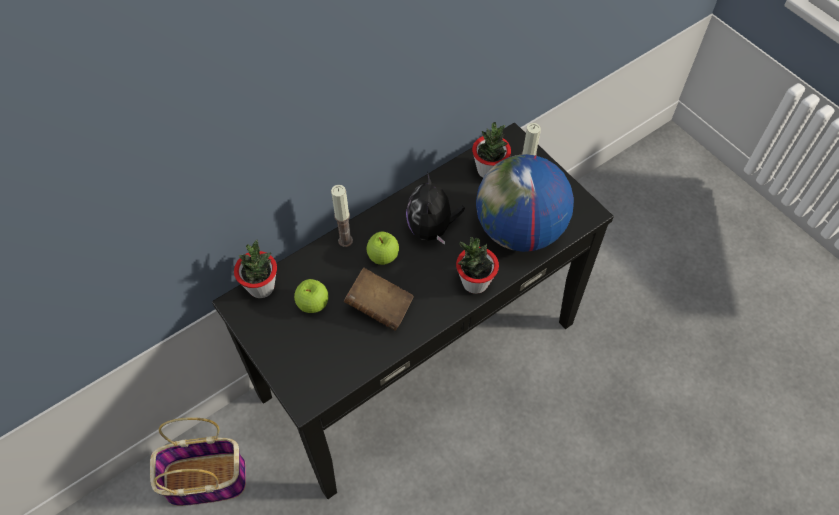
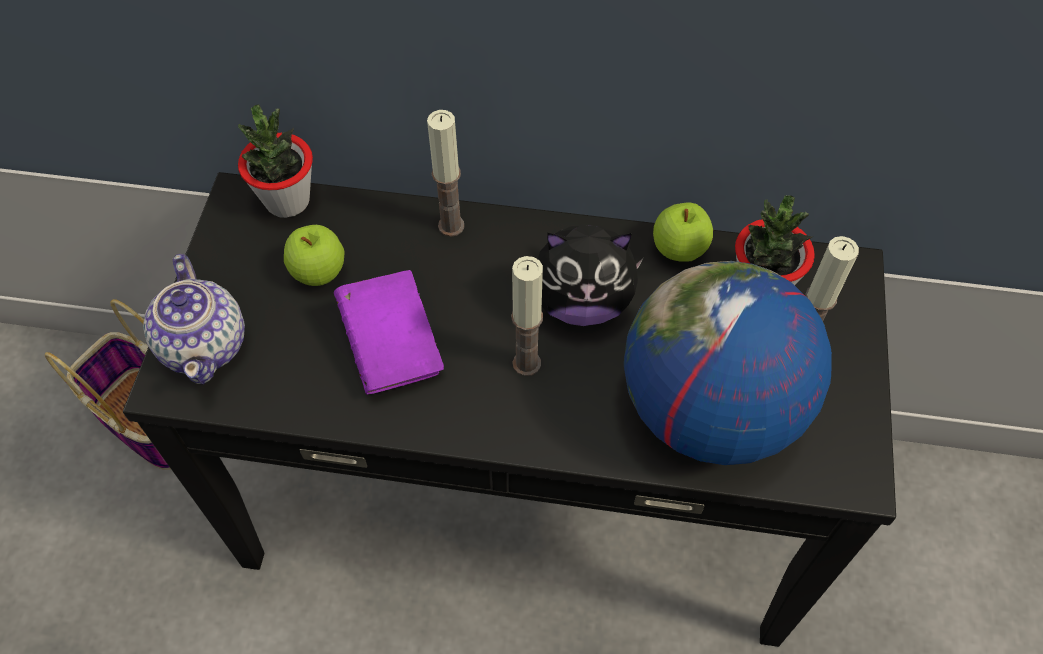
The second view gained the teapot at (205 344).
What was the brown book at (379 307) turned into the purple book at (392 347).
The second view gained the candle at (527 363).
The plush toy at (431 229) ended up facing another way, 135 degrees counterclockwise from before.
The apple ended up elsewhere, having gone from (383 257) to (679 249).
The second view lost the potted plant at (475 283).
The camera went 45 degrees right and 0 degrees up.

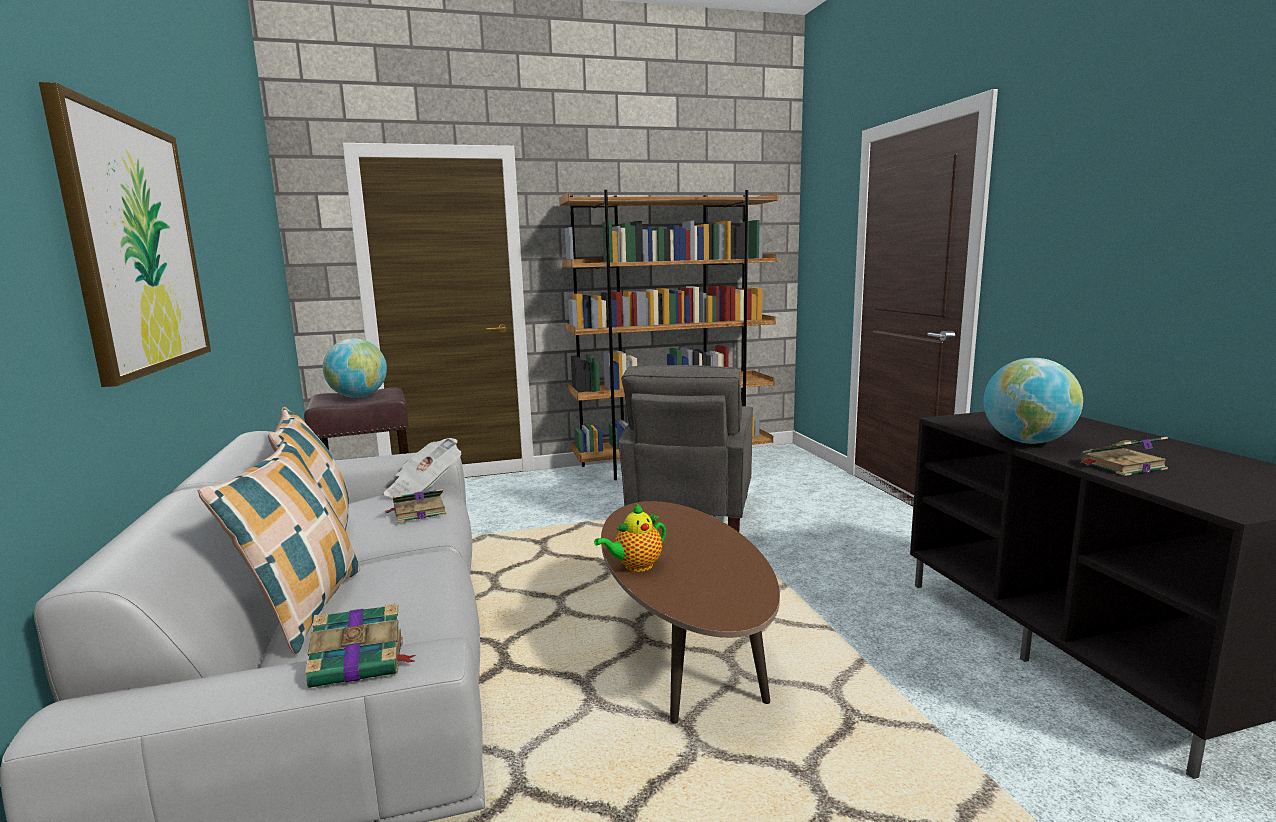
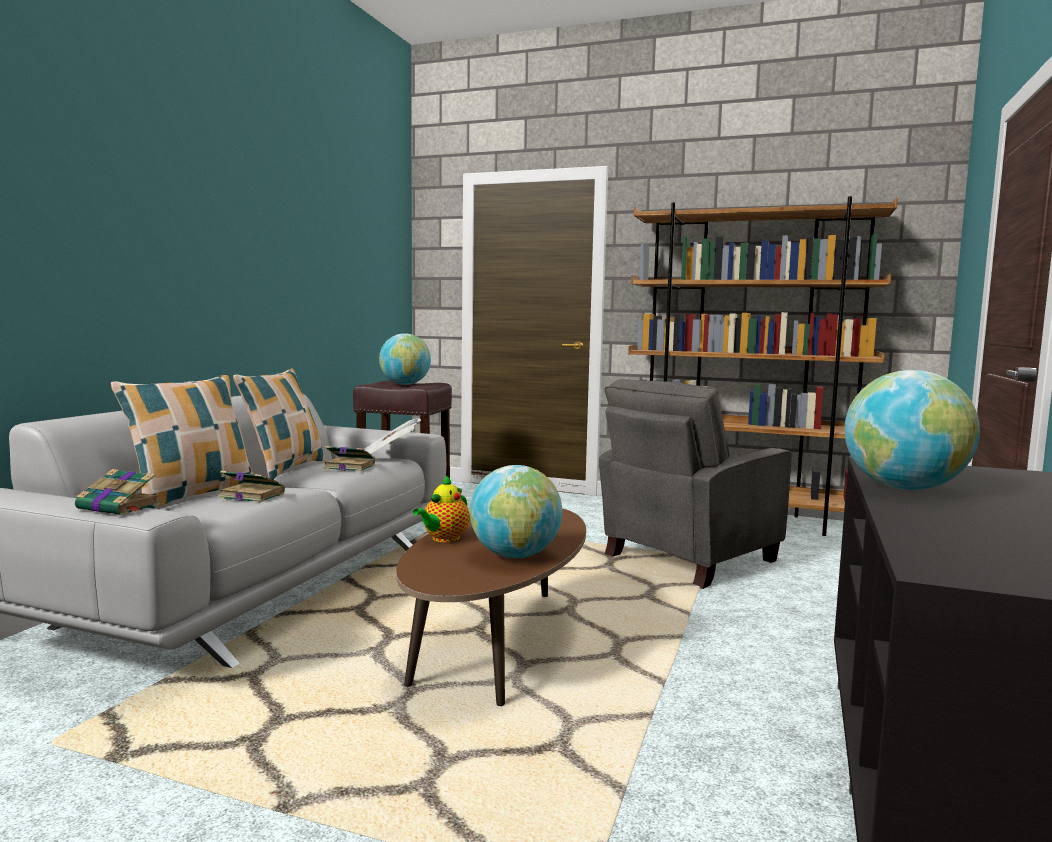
The book ended up elsewhere, having gone from (1121 466) to (251 495).
The teapot at (635 566) ended up facing another way, 60 degrees counterclockwise from before.
The second view gained the globe at (515 555).
The second view lost the picture at (136 245).
The camera went 35 degrees right and 5 degrees down.

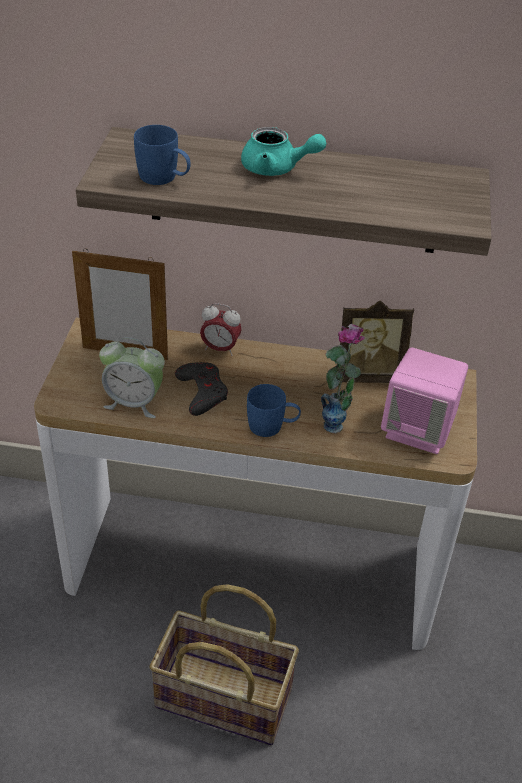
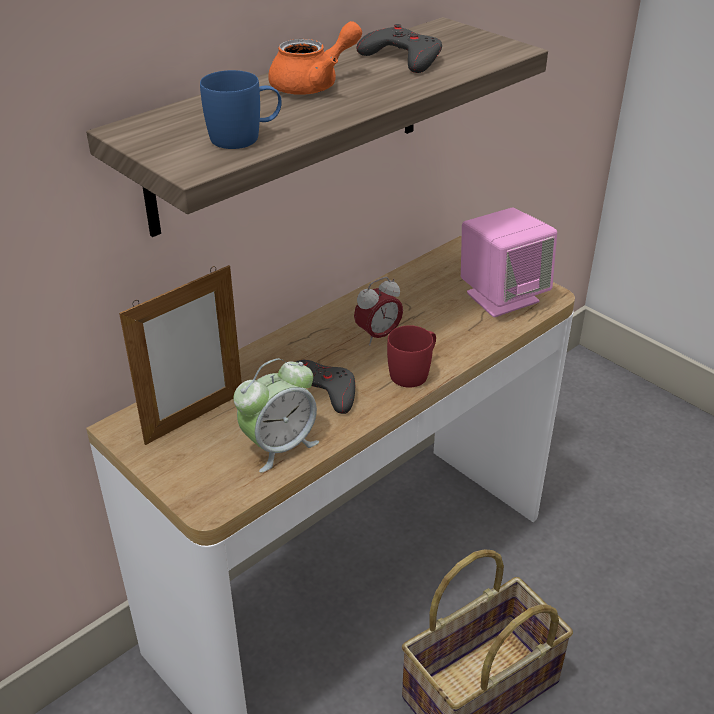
What was the turquoise teapot at (277 169) turned into the orange teapot at (314 85).
The alarm clock ended up elsewhere, having gone from (220 349) to (378 336).
The second view gained the grey game controller at (402 58).
What was the blue mug at (272 426) turned into the red mug at (414 372).
The second view lost the vase at (337 418).
The second view lost the picture frame at (368 375).
The camera went 50 degrees left and 5 degrees down.

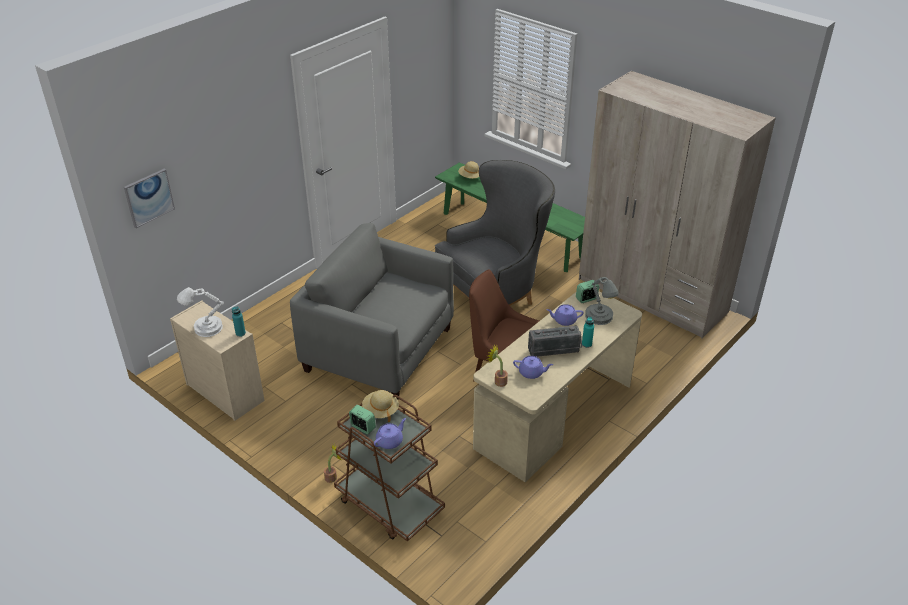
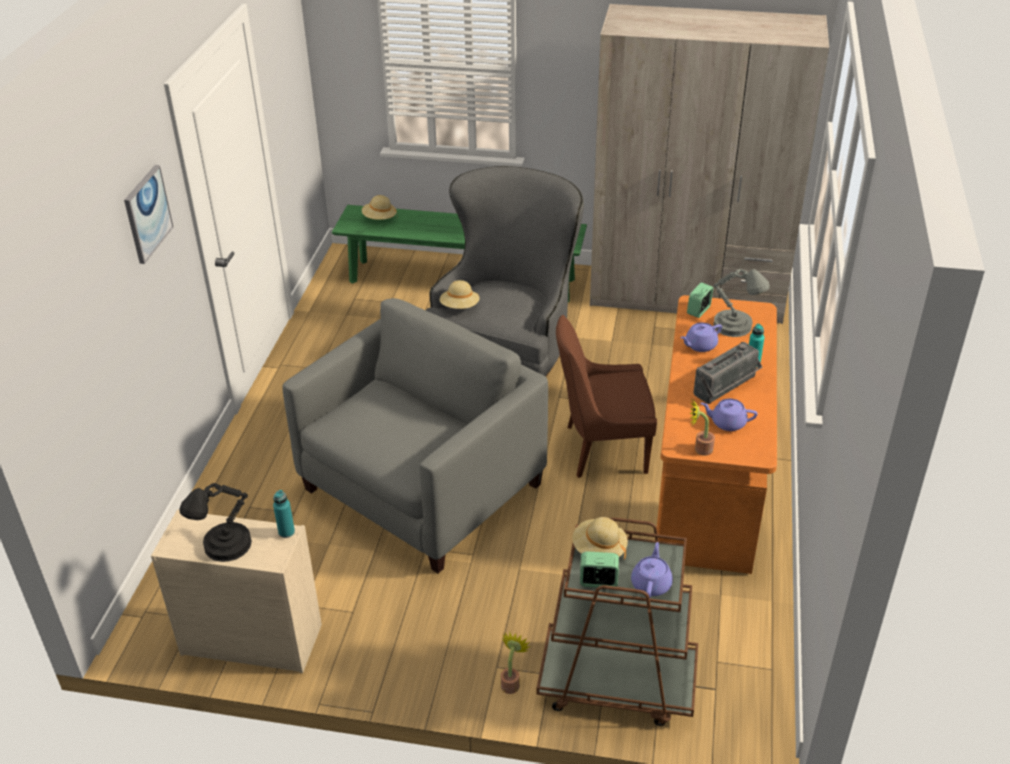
The picture ended up elsewhere, having gone from (149 197) to (147 213).
What was the white table lamp at (206 328) turned into the black table lamp at (224 547).
The grey armchair at (379 350) ended up facing another way, 135 degrees clockwise from before.
The second view gained the beige hat at (460 307).
What was the beige desk at (555 416) turned into the orange desk at (710 478).
The purple teapot at (531 373) ended up facing another way, 150 degrees counterclockwise from before.
The camera went 30 degrees left and 0 degrees up.

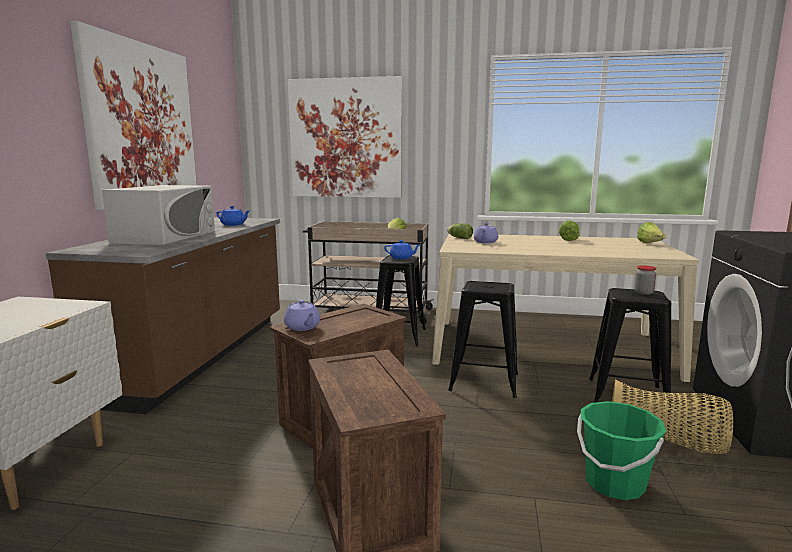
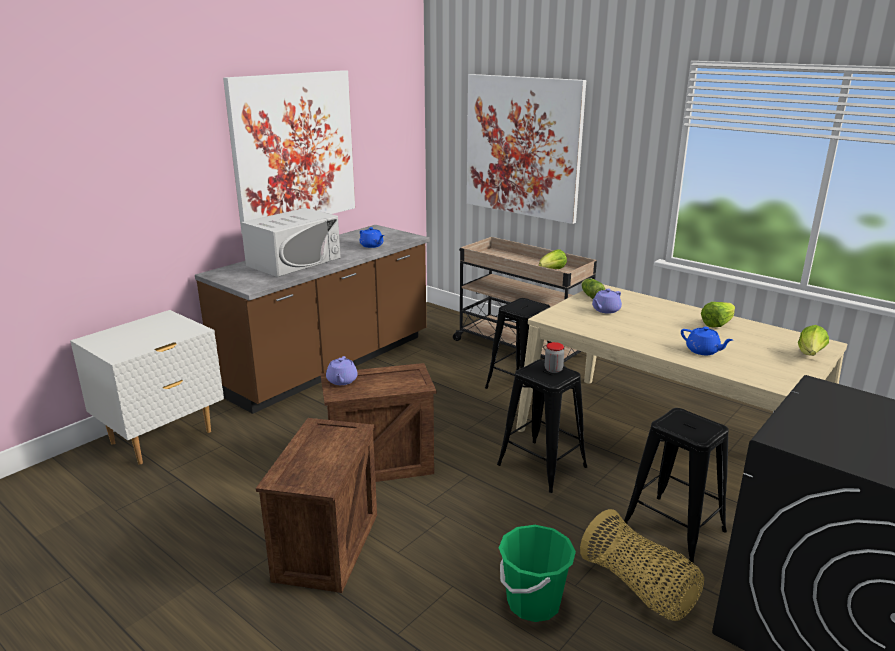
The jar ended up elsewhere, having gone from (643 292) to (553 370).
The blue teapot ended up elsewhere, having gone from (402 258) to (703 351).
The camera went 30 degrees right and 10 degrees up.

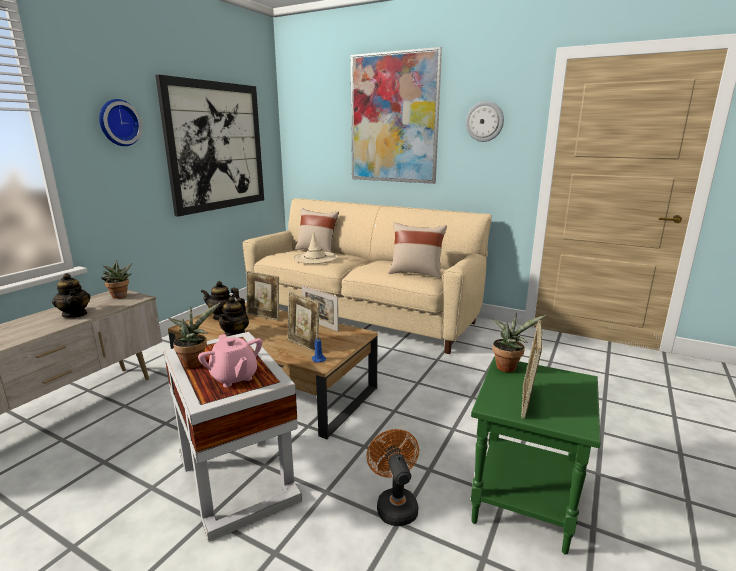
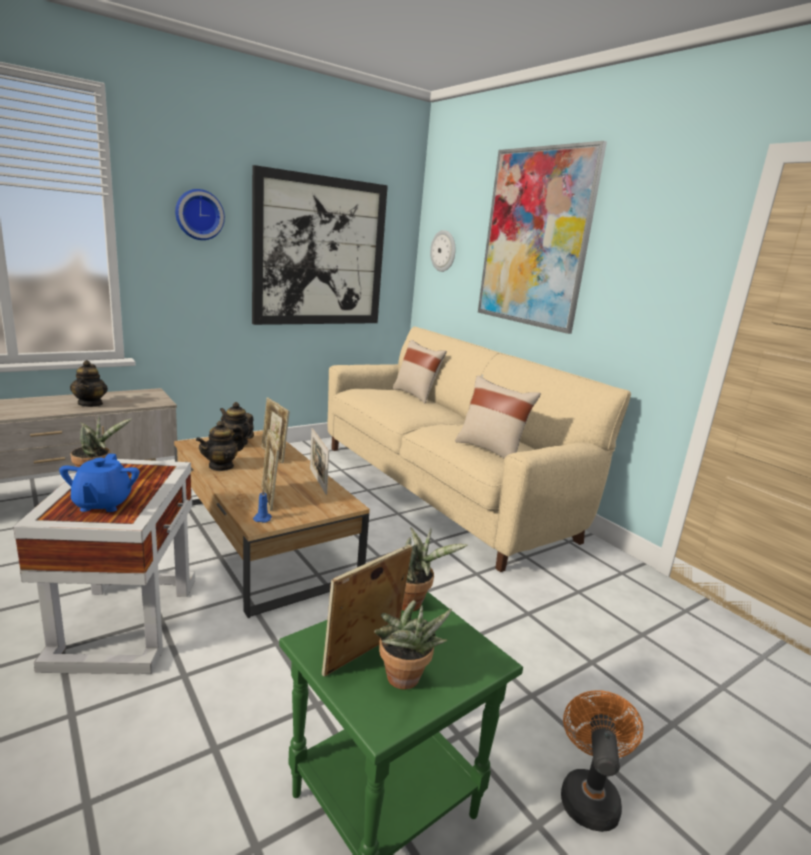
What was the pink teapot at (234 377) turned into the blue teapot at (102 504).
The potted plant ended up elsewhere, having gone from (120 297) to (404 682).
The wall clock ended up elsewhere, having gone from (484 121) to (443 251).
The orange fan ended up elsewhere, having gone from (395 504) to (588 794).
The second view lost the beige hat at (315 258).
The camera went 25 degrees right and 0 degrees up.

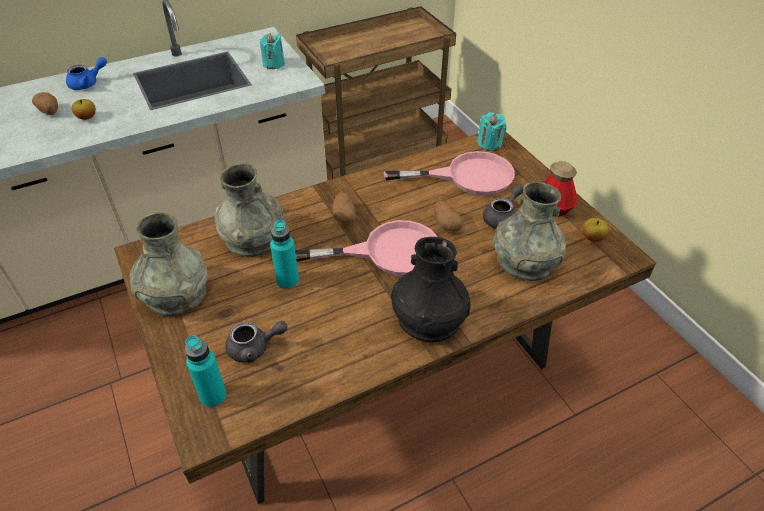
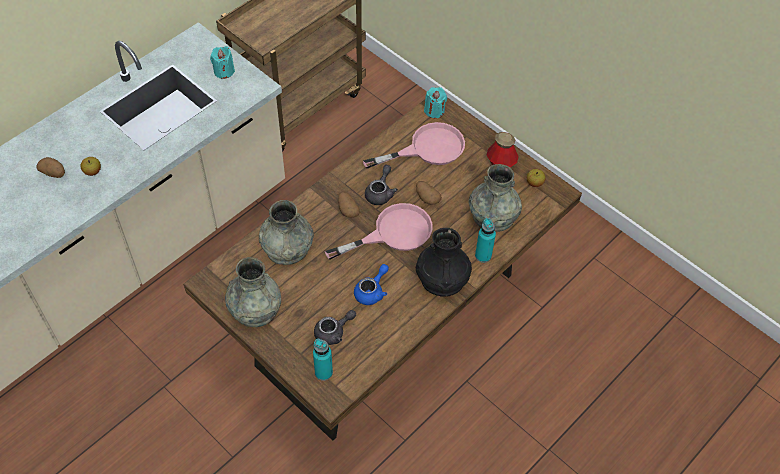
The blue teapot ended up elsewhere, having gone from (88 83) to (372 291).
The grey teapot ended up elsewhere, having gone from (503 217) to (380 193).
The turquoise bottle ended up elsewhere, having gone from (288 281) to (483 255).
The camera went 20 degrees left and 10 degrees up.

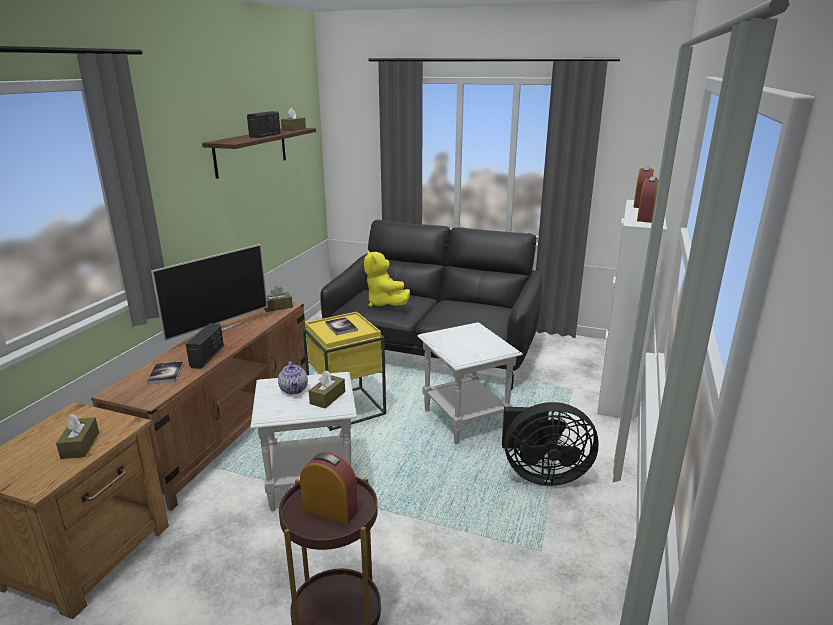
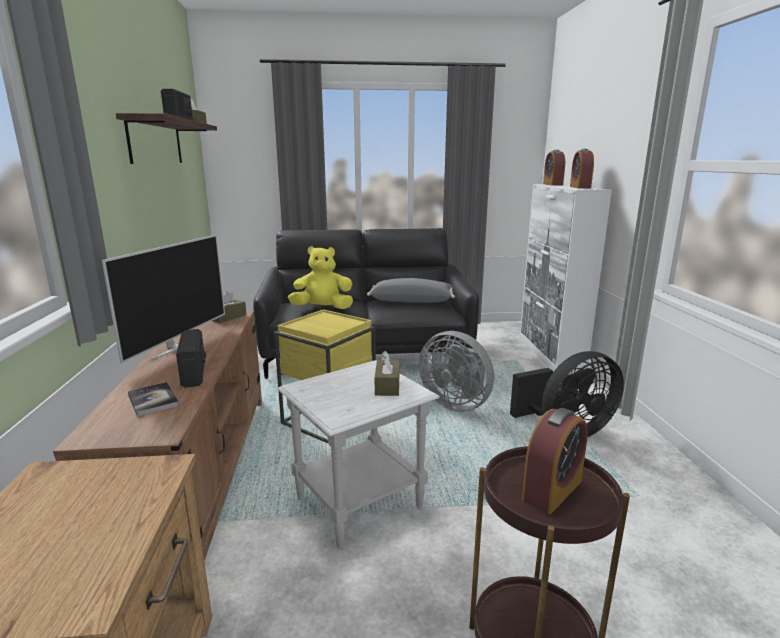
The yellow plush toy at (385 304) ended up facing another way, 135 degrees clockwise from before.
The second view gained the grey pillow at (412 301).
Where the white side table stood at (465 420), the grey fan came to stand at (456 403).
The alarm clock at (330 509) ended up facing another way, 135 degrees clockwise from before.
The second view lost the brown tissue box at (80 445).
The second view lost the teapot at (294 389).
The second view lost the book at (341 327).
The camera went 25 degrees left and 5 degrees down.

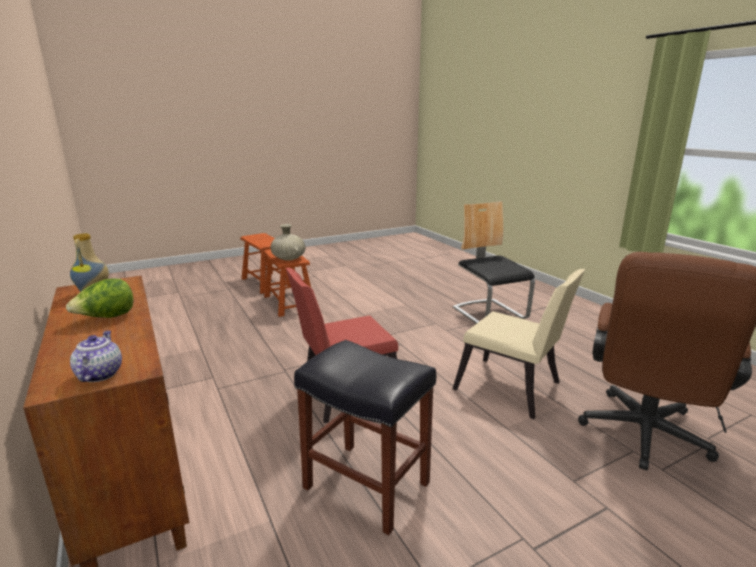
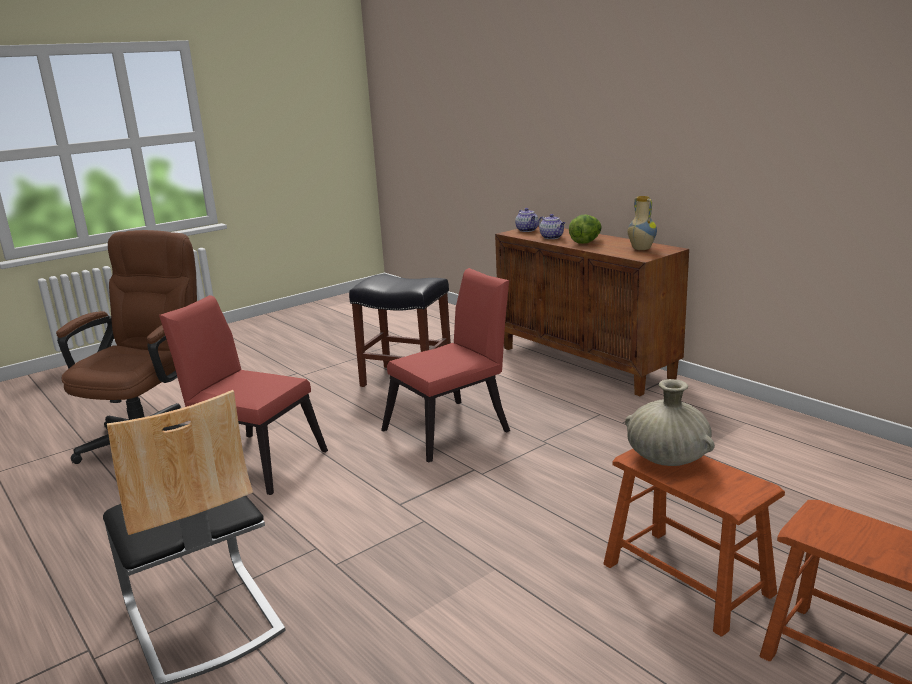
What was the beige chair at (512 389) turned into the red chair at (253 460).
The second view gained the teapot at (552 237).
The camera went 170 degrees right and 0 degrees up.

